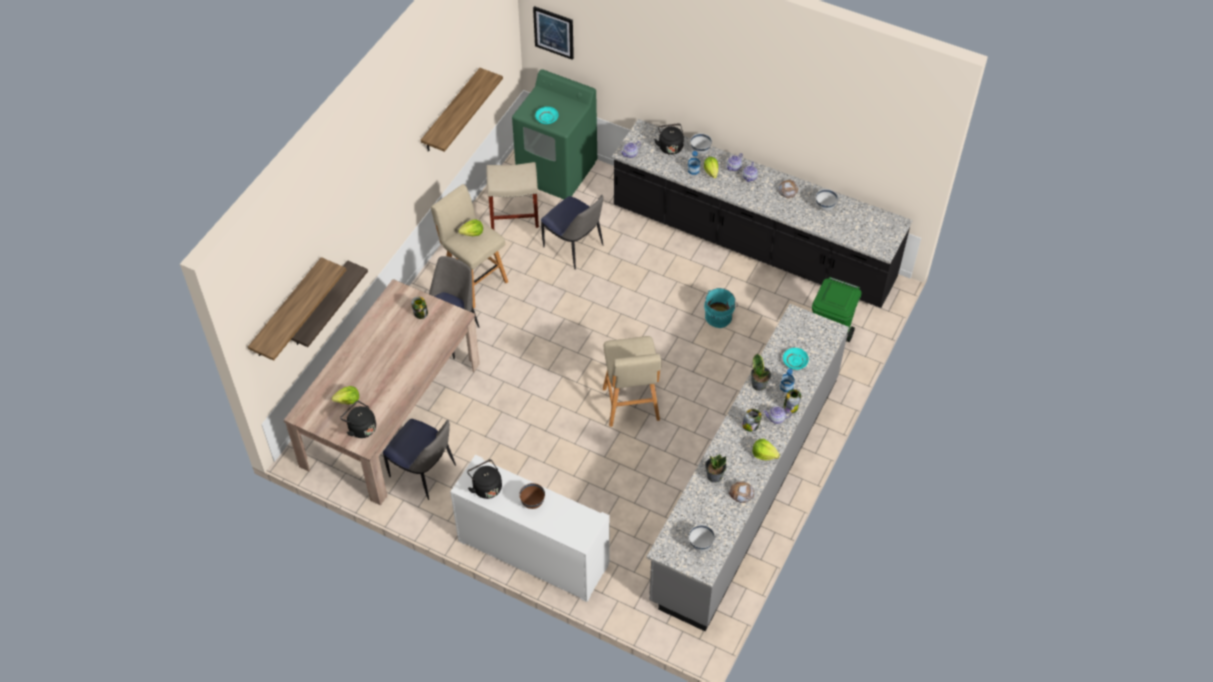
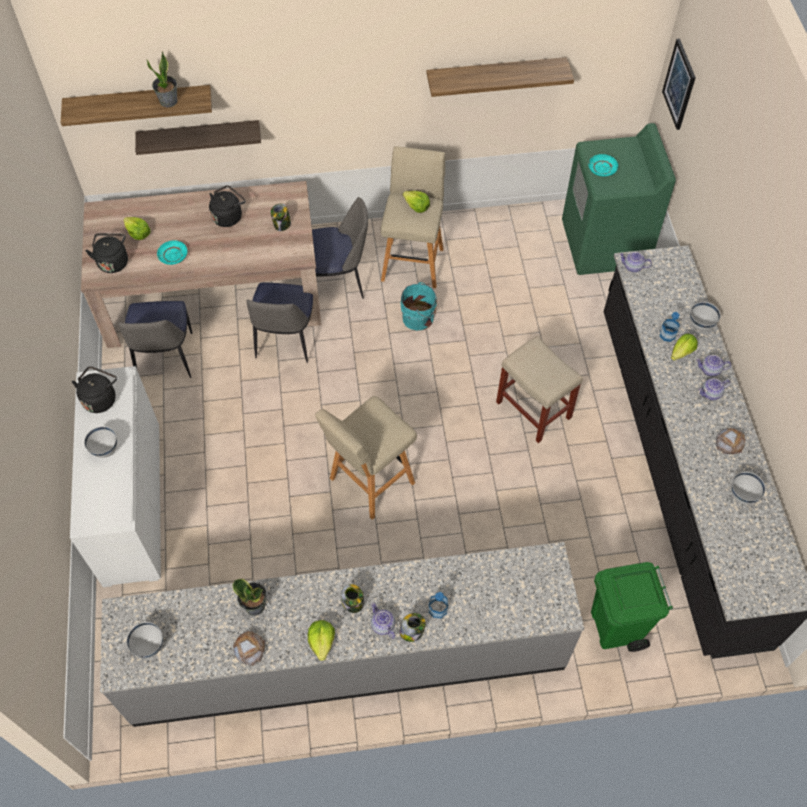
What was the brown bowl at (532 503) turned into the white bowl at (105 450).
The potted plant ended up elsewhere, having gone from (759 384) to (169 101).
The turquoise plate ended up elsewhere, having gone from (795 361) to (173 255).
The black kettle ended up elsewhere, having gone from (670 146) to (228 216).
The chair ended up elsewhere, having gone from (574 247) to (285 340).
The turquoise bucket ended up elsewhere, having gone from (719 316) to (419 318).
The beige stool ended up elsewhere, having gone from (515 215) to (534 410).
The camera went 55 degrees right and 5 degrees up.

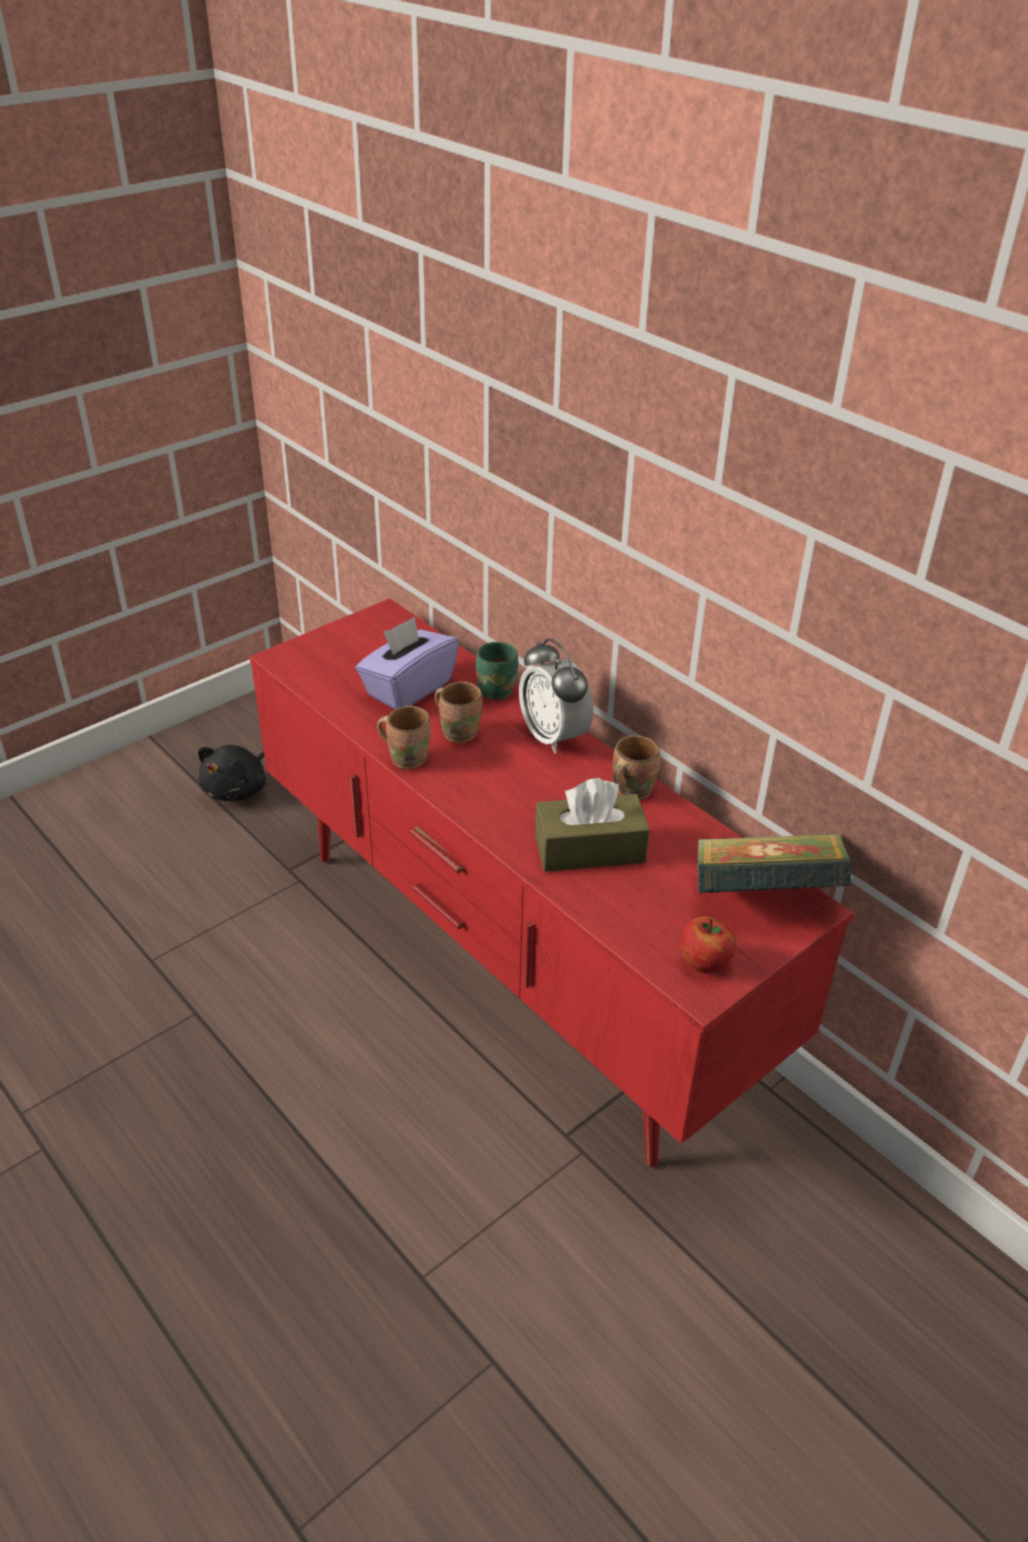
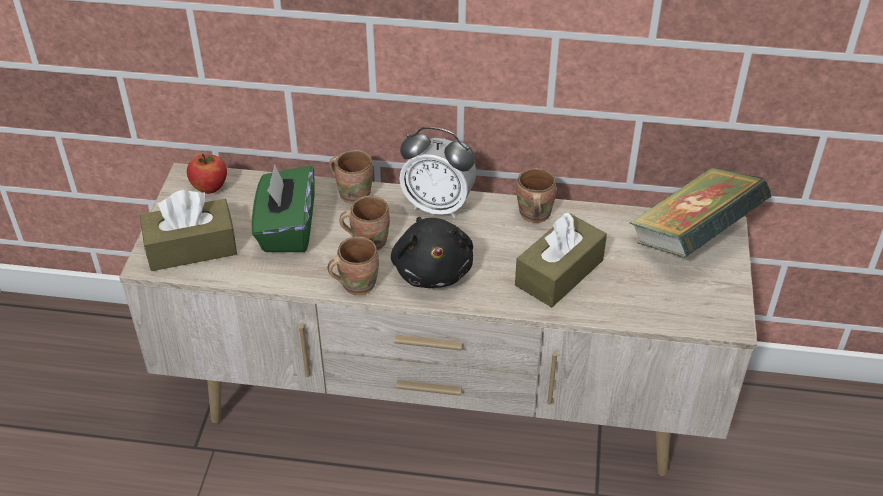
What was the red tv stand at (509 968) turned into the beige tv stand at (441 408).
The second view gained the brown tissue box at (191 248).
The apple ended up elsewhere, having gone from (704 963) to (210 188).
What was the purple tissue box at (408 688) turned into the green tissue box at (287 229).
What was the green mug at (497 690) turned into the brown mug at (354 192).
The black plush toy ended up elsewhere, having gone from (238 789) to (432 269).
The camera went 40 degrees left and 5 degrees up.

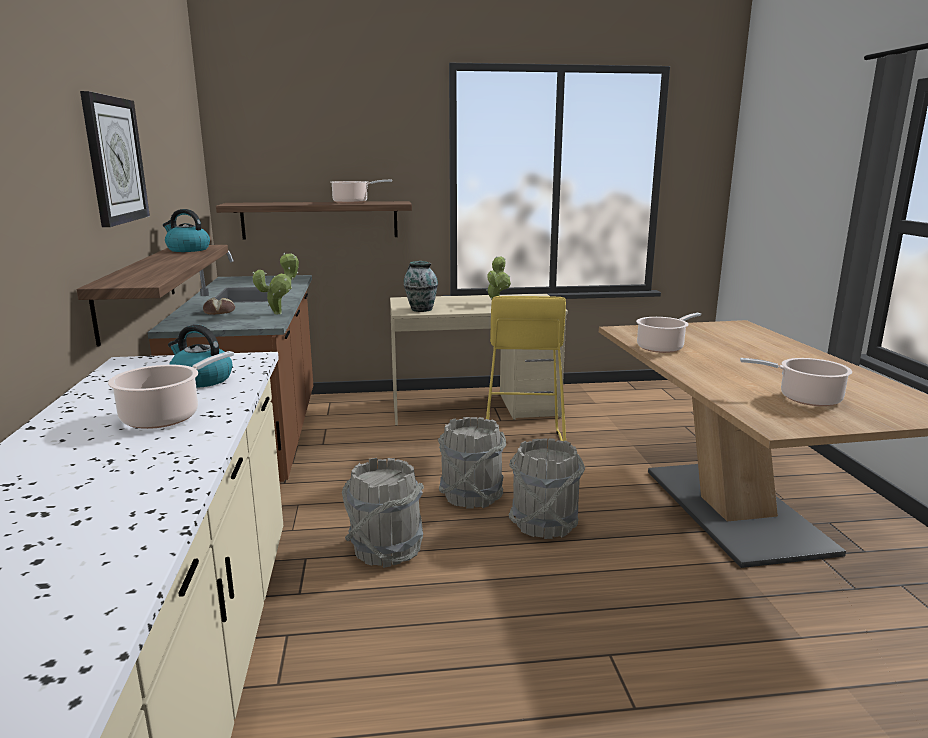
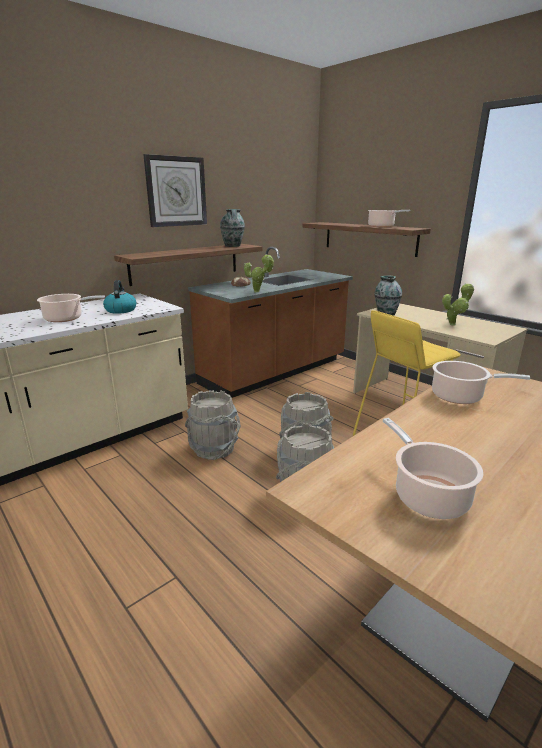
Where the kettle stood at (187 249), the vase came to stand at (232 246).
The camera went 55 degrees right and 5 degrees up.

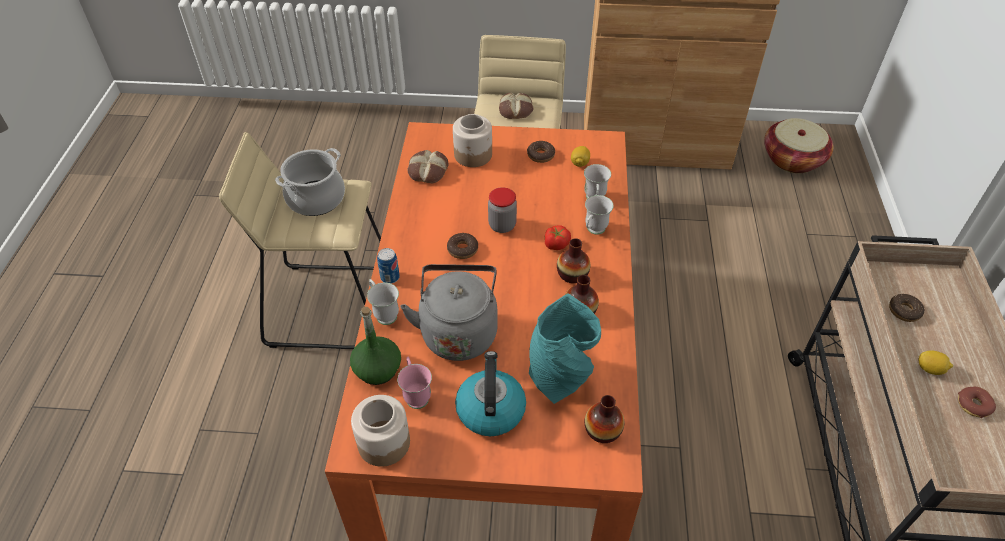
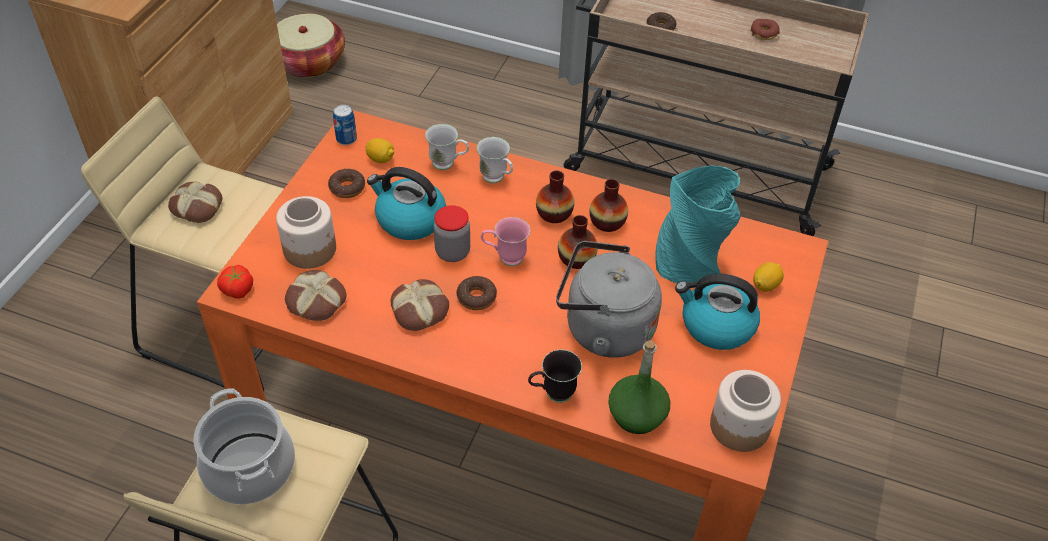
The tomato ended up elsewhere, having gone from (556 244) to (237 290).
The can ended up elsewhere, having gone from (390 277) to (346 139).
The second view gained the kettle at (409 220).
The second view gained the bread at (420 309).
The pink mug ended up elsewhere, having gone from (416 394) to (505 258).
What was the white mug at (384 313) turned into the black mug at (552 394).
The vase ended up elsewhere, having gone from (602 430) to (576 258).
The lemon ended up elsewhere, having gone from (930 369) to (765 285).
The camera went 75 degrees left and 0 degrees up.

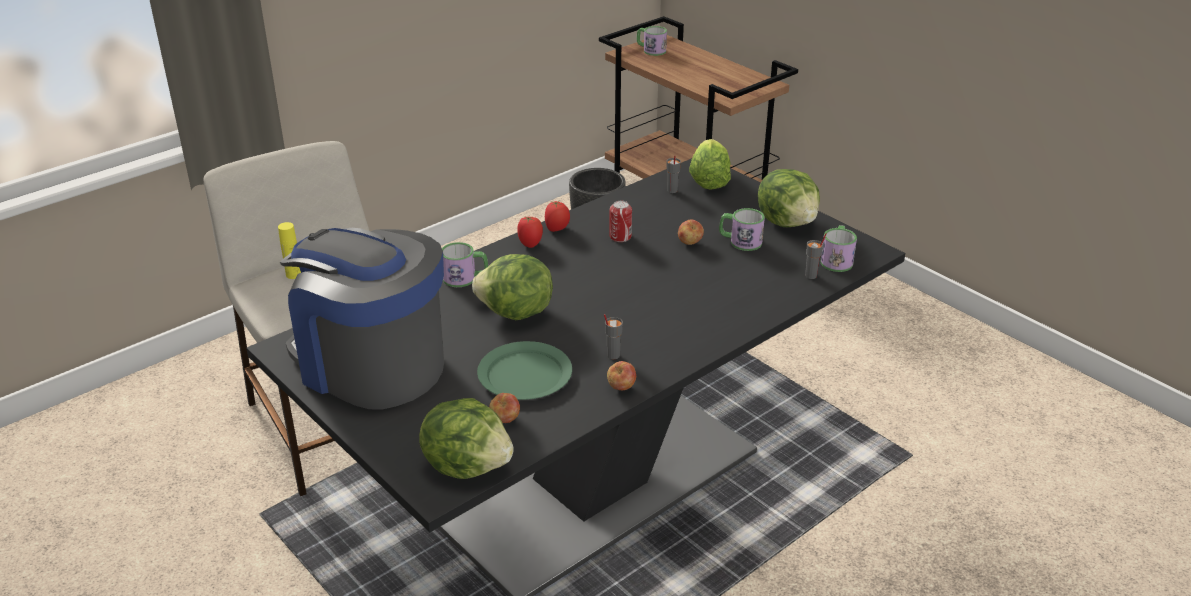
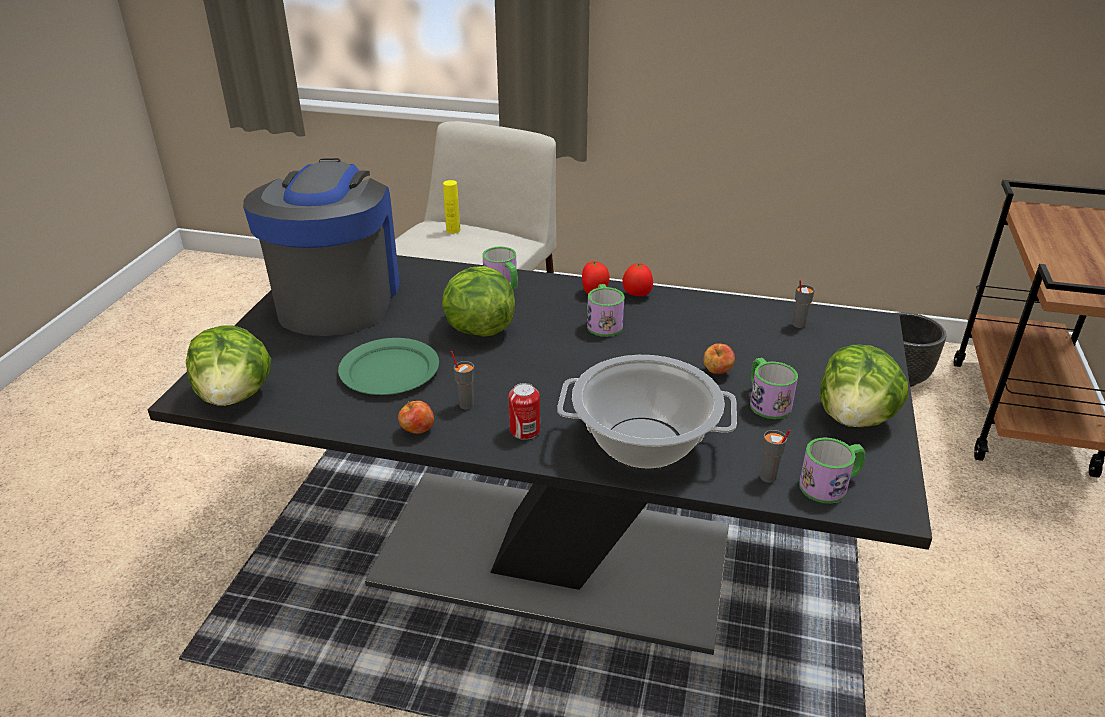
The can ended up elsewhere, having gone from (620 236) to (525 430).
The second view gained the cooking pot at (645 443).
The mug ended up elsewhere, having gone from (651 50) to (604 323).
The second view lost the apple at (505 420).
The second view lost the lettuce at (708 181).
The camera went 55 degrees right and 0 degrees up.

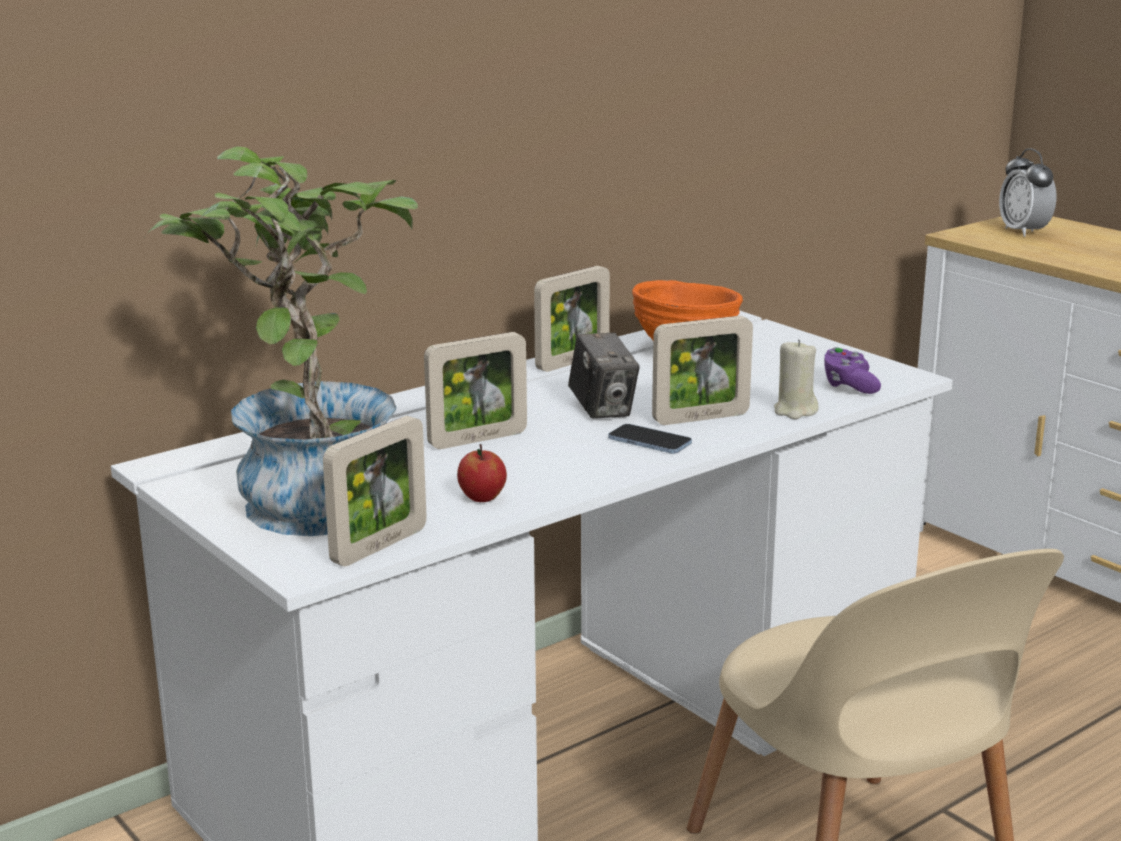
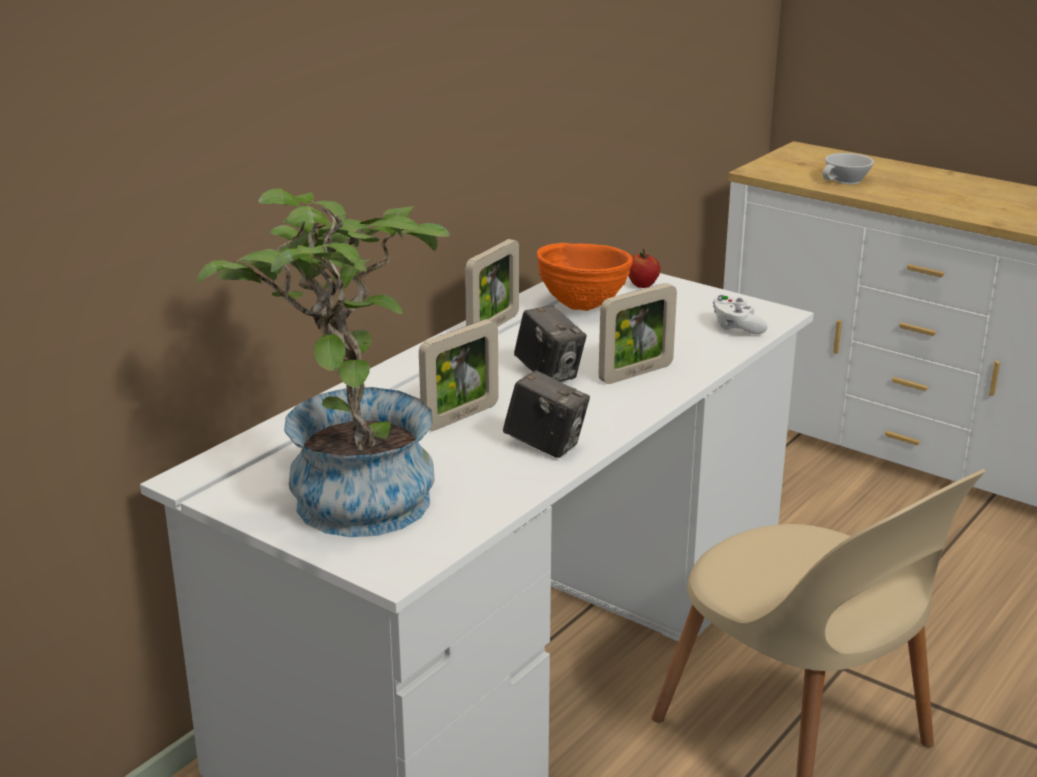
The second view gained the photo camera at (545 445).
The apple ended up elsewhere, having gone from (482 498) to (642 285).
What was the purple game controller at (849 385) turned into the white game controller at (736 327).
The second view gained the white cup at (847 180).
The second view lost the picture frame at (379 546).
The second view lost the phone at (649 441).
The second view lost the beige candle at (795 411).
The second view lost the alarm clock at (1024 232).
The camera went 15 degrees left and 5 degrees up.

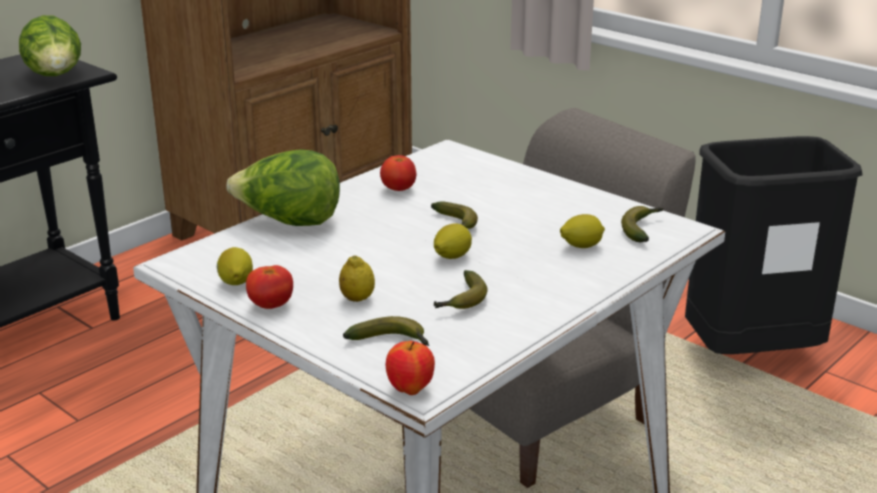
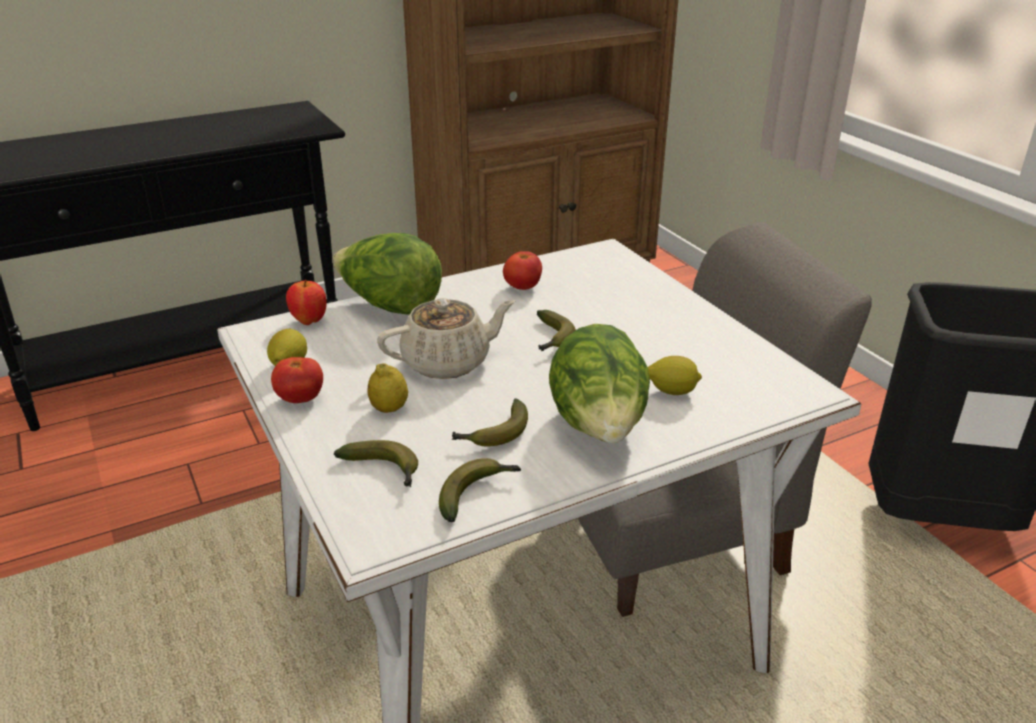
The apple ended up elsewhere, having gone from (410 389) to (309 321).
The second view gained the beige teapot at (448 362).
The banana ended up elsewhere, having gone from (642 229) to (477 494).
The lettuce ended up elsewhere, having gone from (56 77) to (599 427).
The second view lost the lemon at (451 257).
The camera went 20 degrees right and 5 degrees up.

